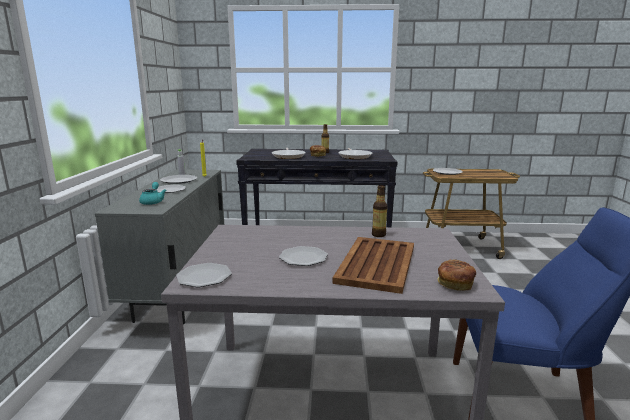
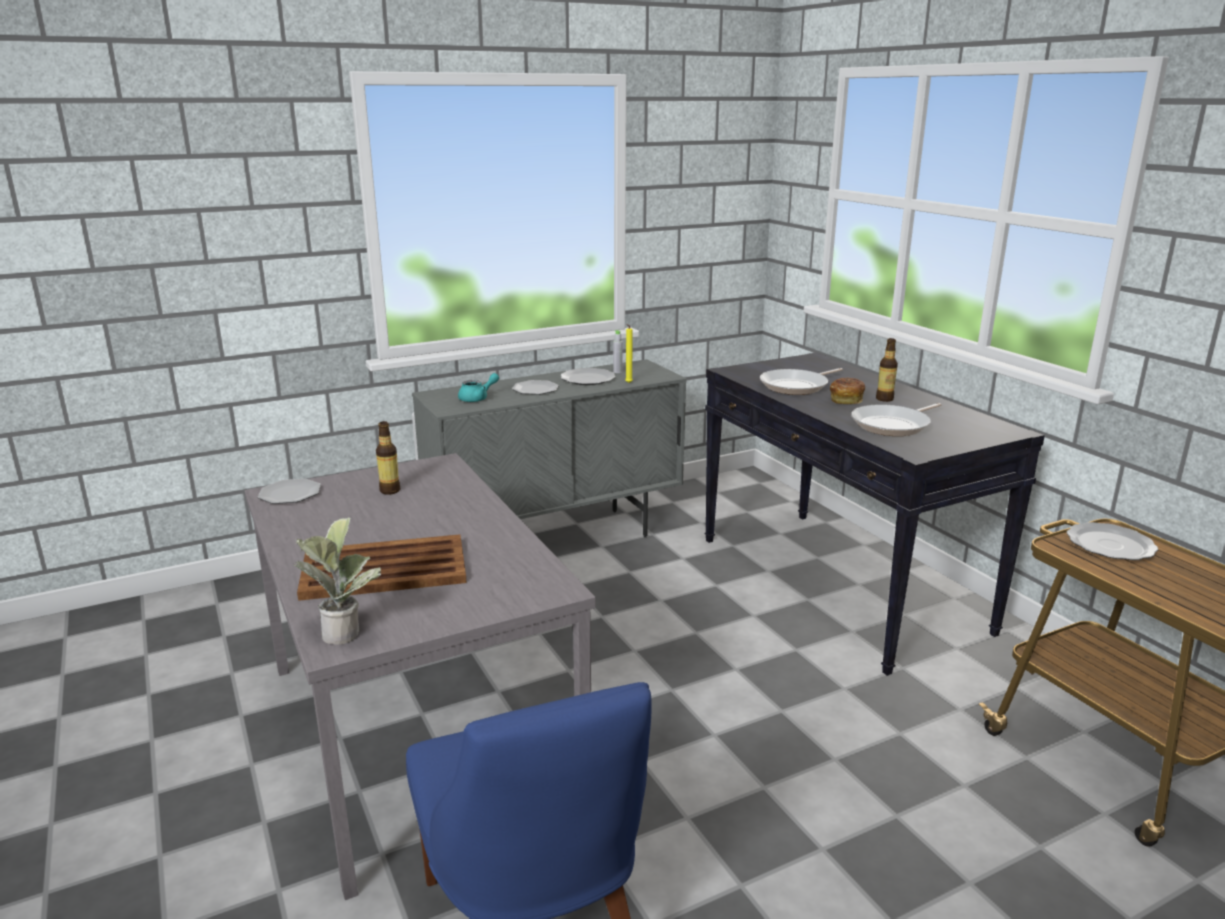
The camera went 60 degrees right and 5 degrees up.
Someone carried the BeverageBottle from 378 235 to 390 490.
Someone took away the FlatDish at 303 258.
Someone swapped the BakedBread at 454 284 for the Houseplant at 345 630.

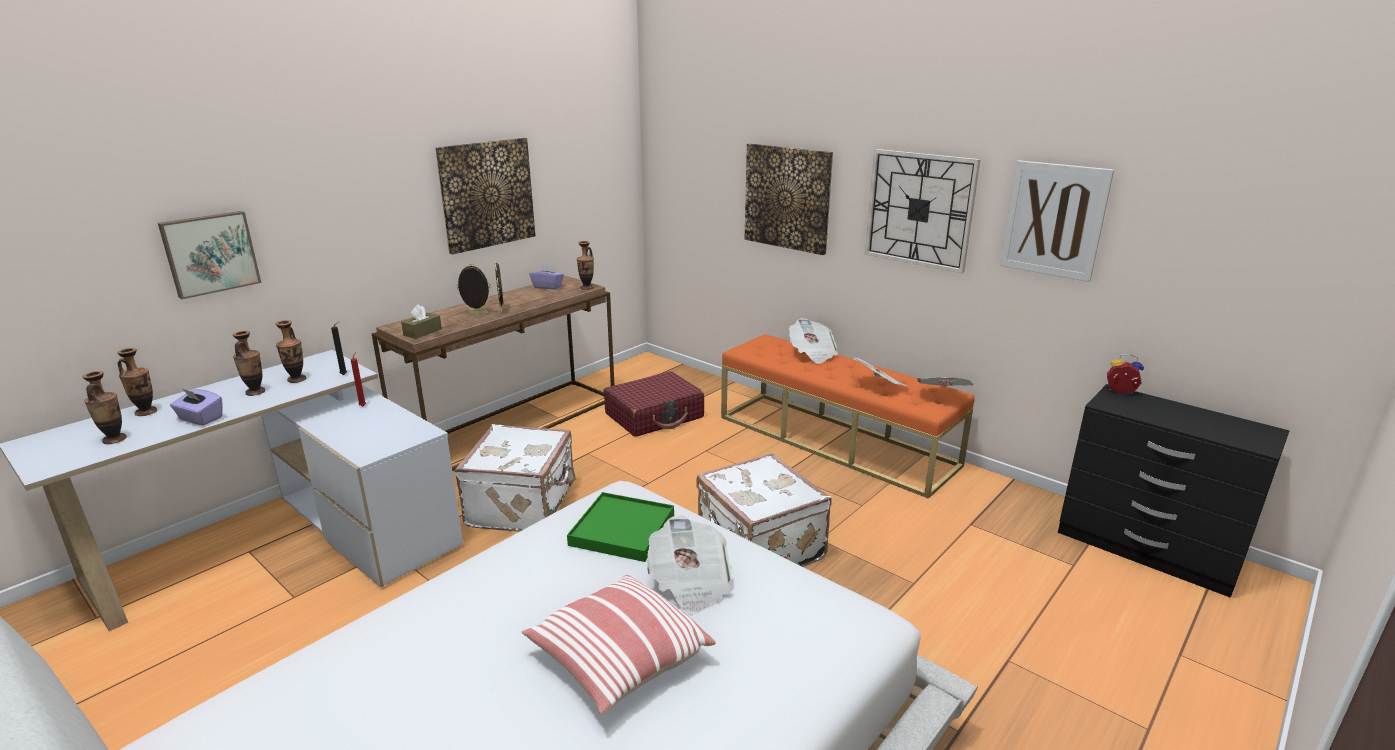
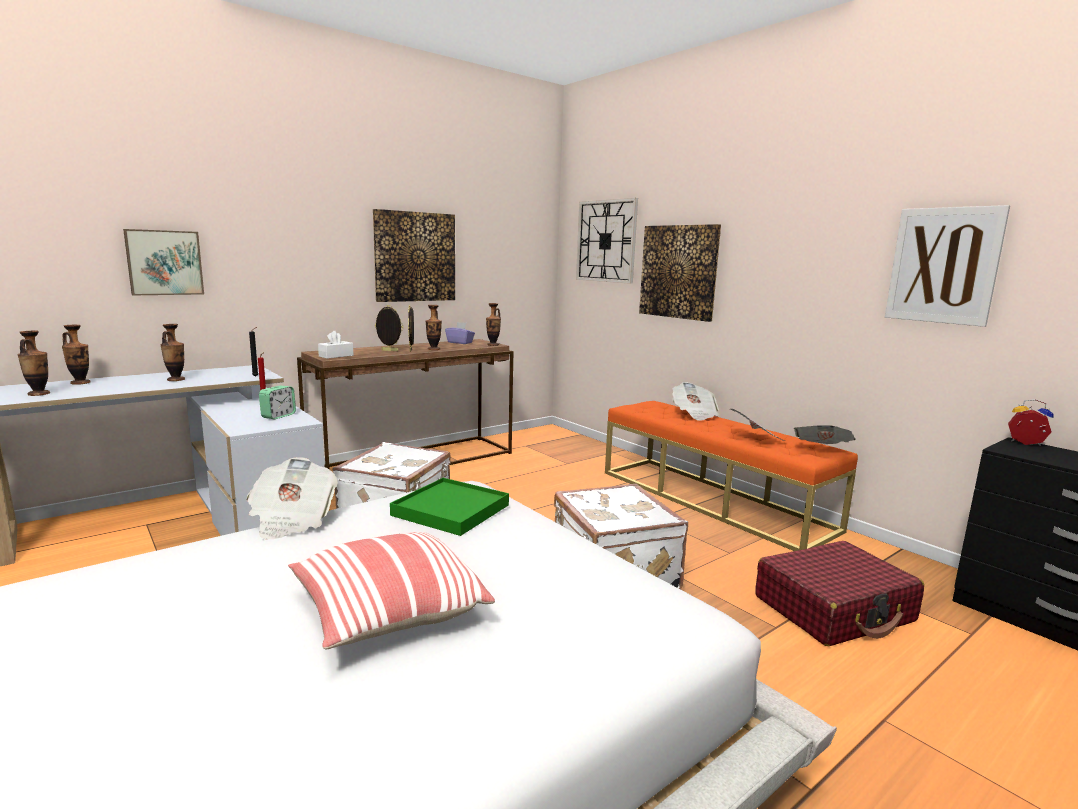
The camera went 10 degrees right and 10 degrees down.
Someone carried the WallClock from 919 209 to 606 241.
Someone repainted the BrownTissueBox at 422 332, which became the WhiteTissueBox at 336 356.
Someone carried the DecorativeVase from 297 379 to 434 349.
Someone carried the ReddishTravelCase from 654 416 to 834 609.
Someone took away the PurplishTissueBox at 200 419.
Someone carried the PrintedPaper from 689 584 to 292 520.
Someone put down the BedsideClock at 278 416.

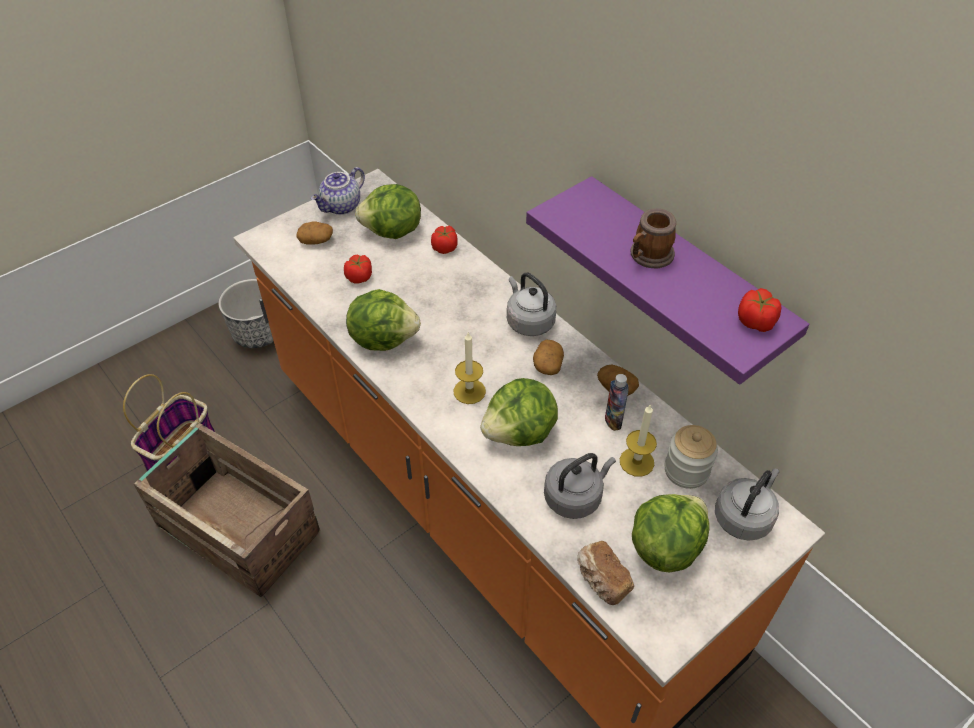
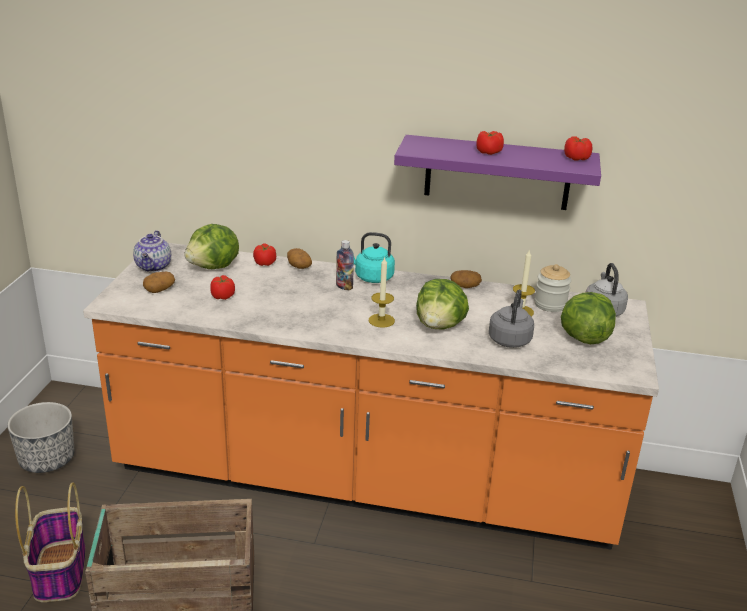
The camera went 40 degrees left and 20 degrees down.
Someone swapped the CoffeeMug at 648 256 for the FreshTomato at 489 152.
Someone repainted the GreyishWaterKettle at 528 321, which became the TurquoiseColouredWaterKettle at 372 277.
Someone took away the HeadOfLettuce at 383 338.
Someone carried the WholePotato from 547 364 to 298 266.
Someone carried the BeverageBottle from 613 421 to 344 286.
Someone took away the BakedBread at 601 580.

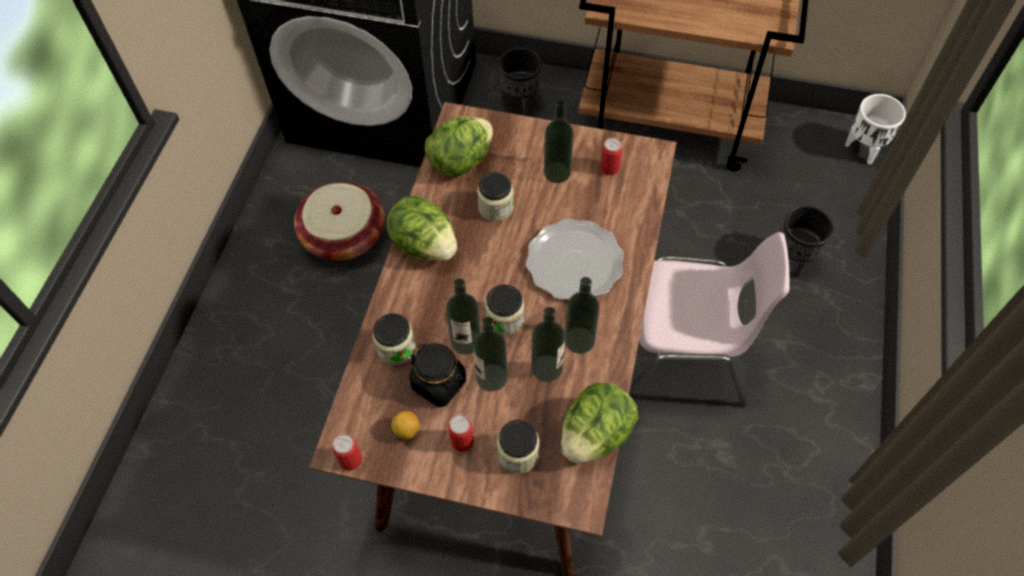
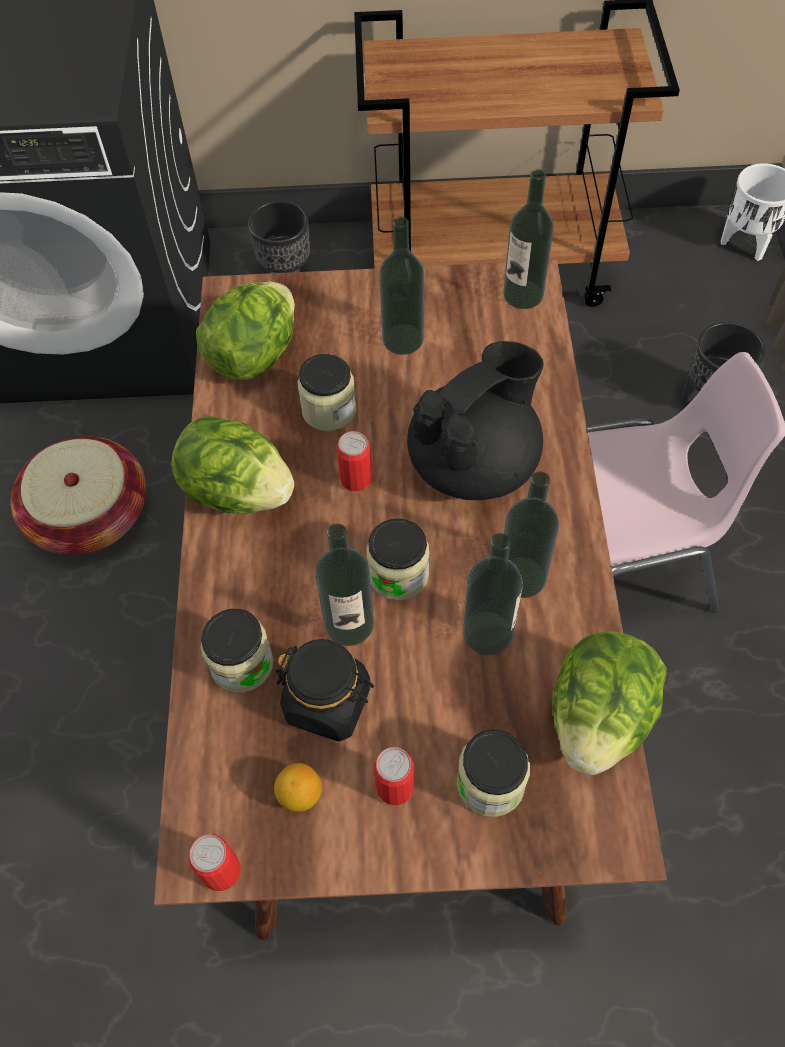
The camera went 15 degrees left and 0 degrees up.
Someone carried the Can from 609 168 to 356 478.
Someone swapped the FlatDish at 575 263 for the BlackTeaPot at 474 463.
Someone carried the BeverageBottle from 491 377 to 523 294.

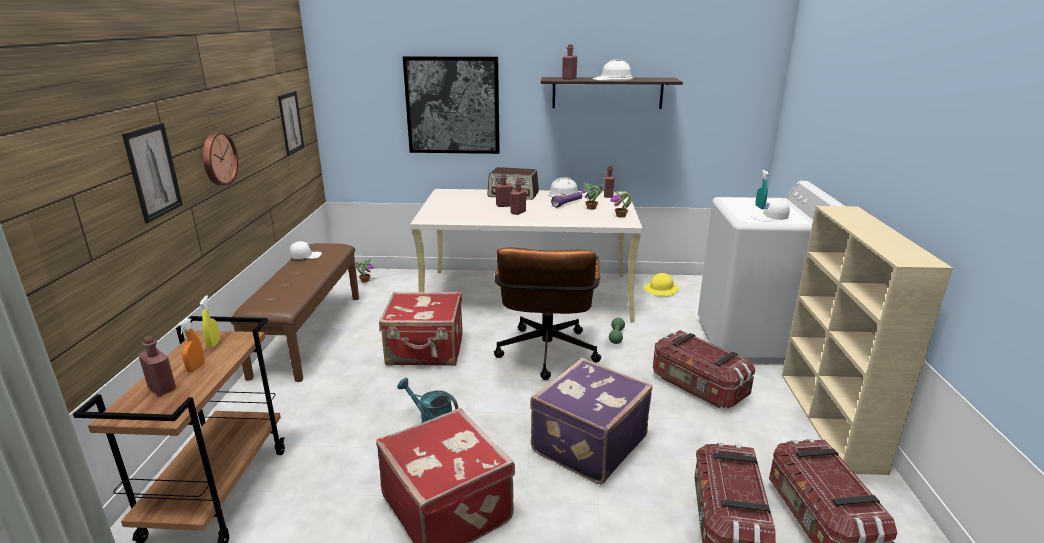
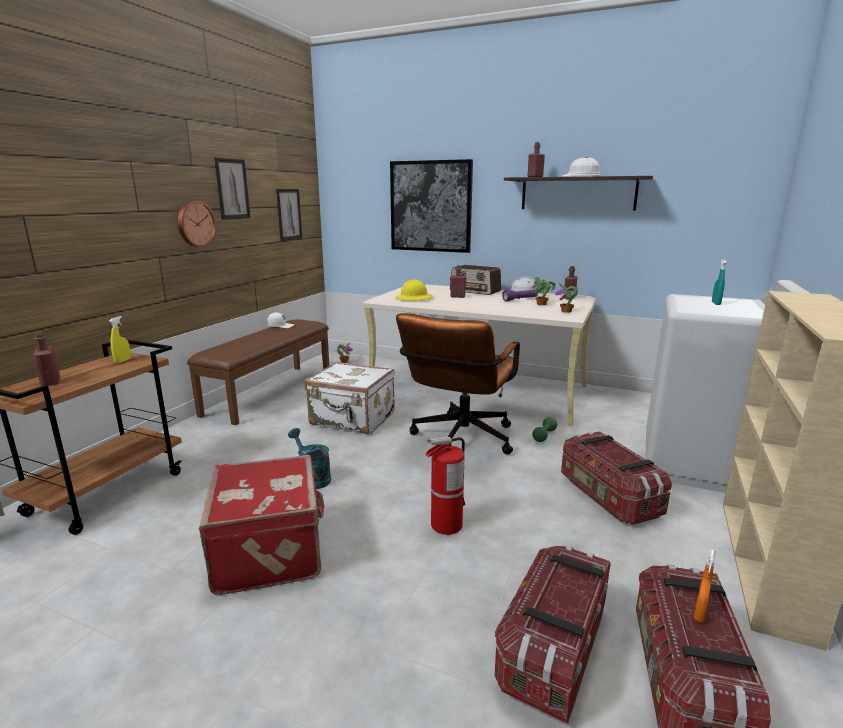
The camera went 20 degrees right and 5 degrees down.
Someone carried the Picture from 153 172 to 232 189.
Someone took away the ReddishBeverageBottle at 518 212.
Someone took away the WhiteCap at 770 218.
Someone carried the YellowColouredHardHat from 661 289 to 414 298.
Someone repainted the ReddishTravelCase at 425 351, which became the WhiteTravelCase at 352 419.
Someone carried the OrangeHandSprayer from 196 368 to 699 614.
Someone swapped the PurplishTravelCase at 587 444 for the FireFightingCylinder at 446 525.

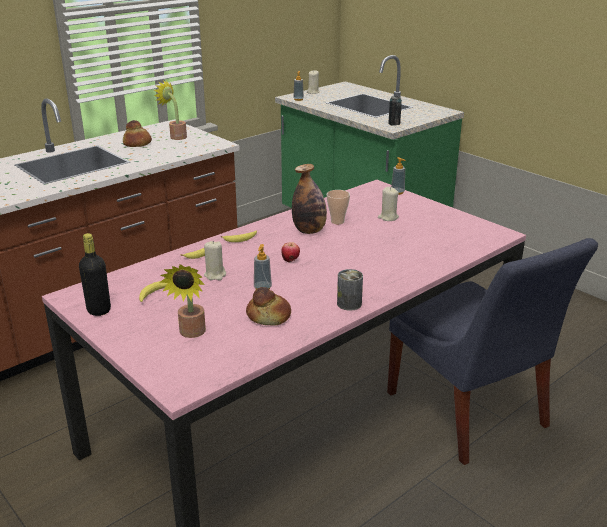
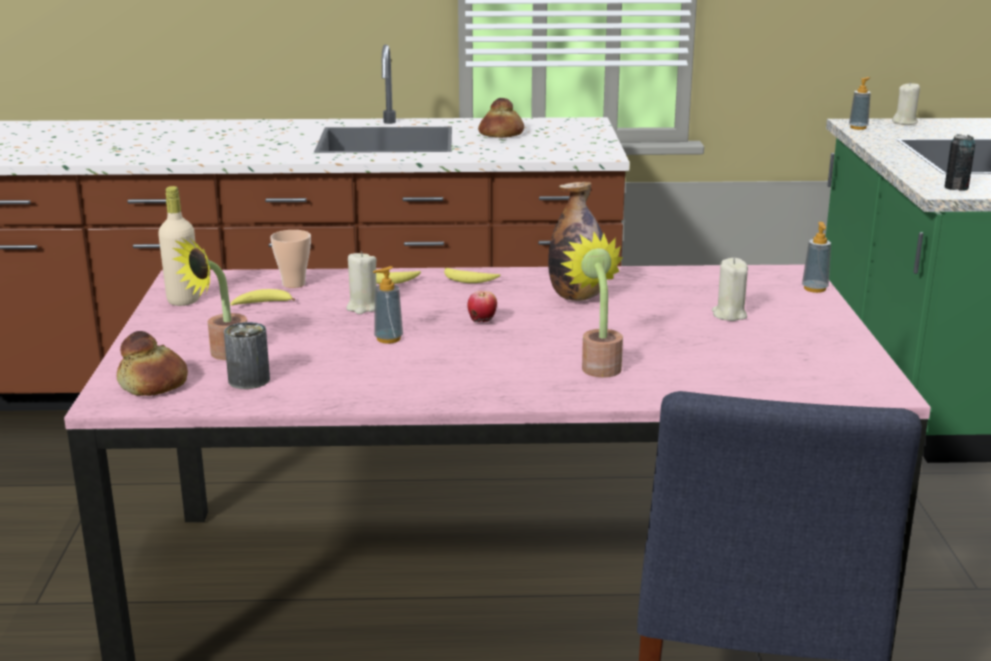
The camera went 40 degrees right and 5 degrees down.
Someone carried the Houseplant from 175 136 to 598 365.
Someone carried the SmallCup from 337 221 to 294 284.
Someone repainted the BlackBeverageBottle at 99 310, which became the BeigeBeverageBottle at 183 300.
Someone carried the Can from 349 304 to 249 380.
Someone carried the BakedBread from 269 316 to 154 383.

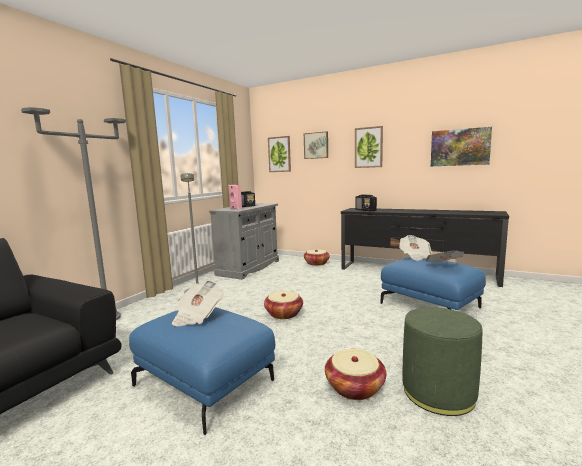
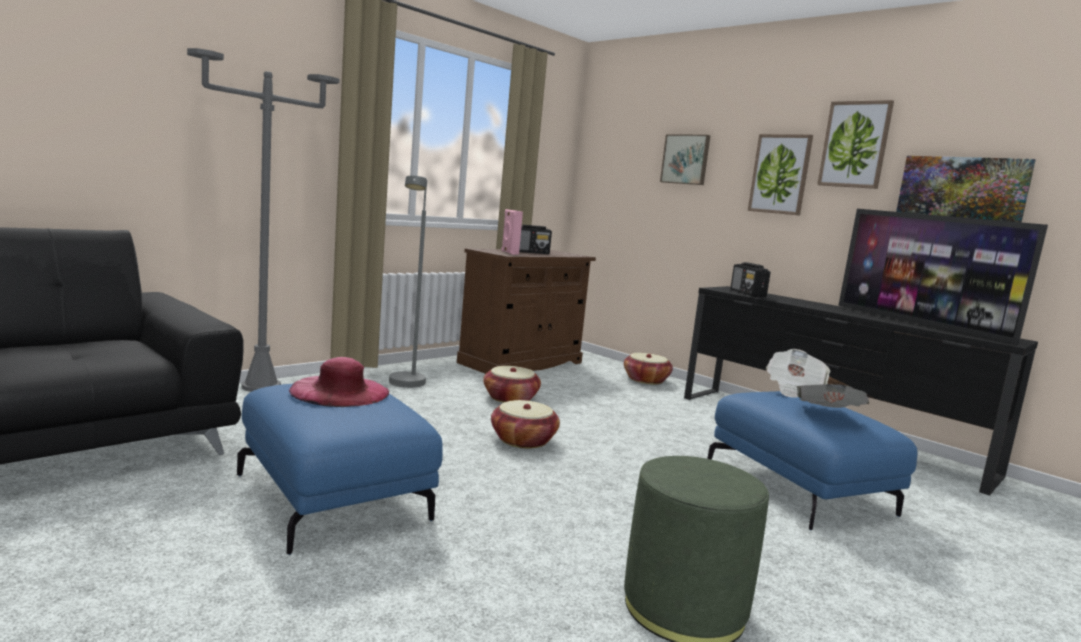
The camera went 15 degrees right and 0 degrees up.
Someone carried the Picture from 279 154 to 855 144.
Someone repainted the GreyishStorageCabinet at 249 268, which became the BrownStorageCabinet at 521 363.
Someone swapped the PrintedPaper at 197 316 for the PinkishClothingHat at 340 391.
Someone carried the Basket from 355 387 to 510 398.
Someone put down the Television at 920 324.

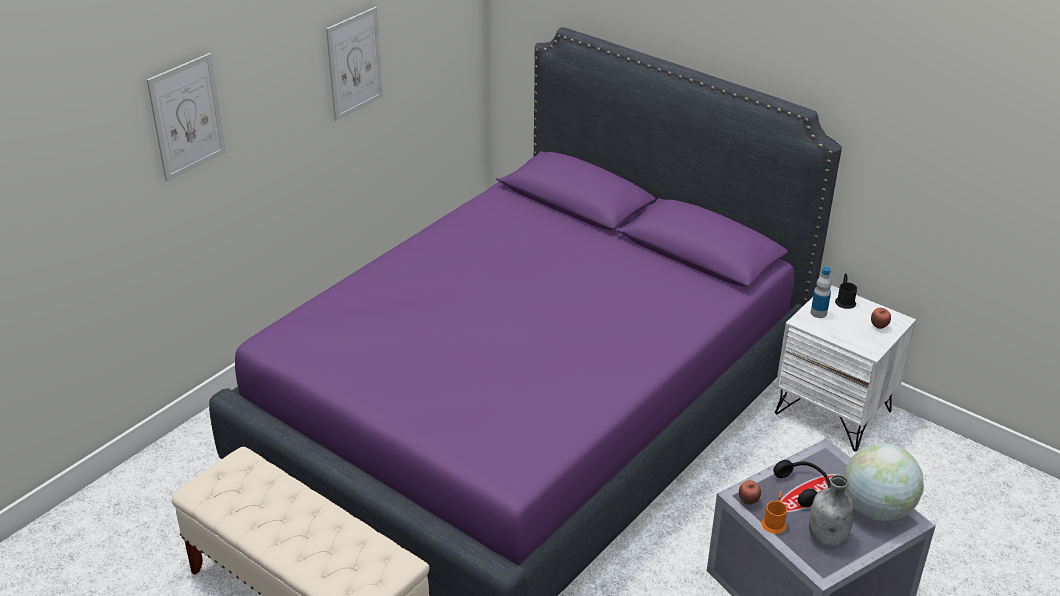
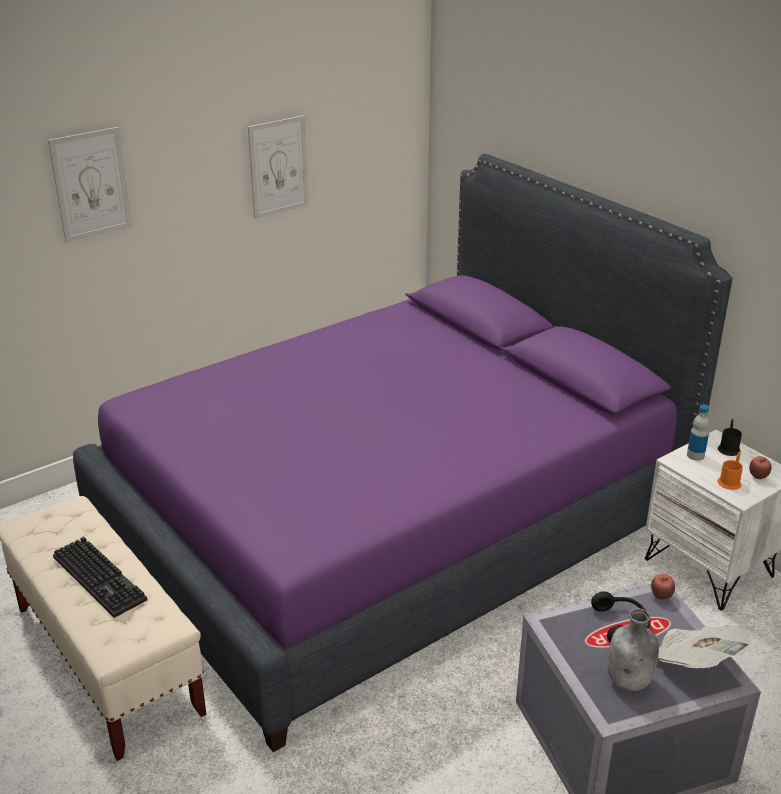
The camera went 15 degrees right and 5 degrees down.
Someone swapped the WorldGlobe at 876 509 for the PrintedPaper at 696 662.
Someone carried the Apple from 748 501 to 661 596.
Someone carried the OrangeCoffeeMug from 774 521 to 730 481.
Someone put down the ComputerKeyboard at 102 578.

